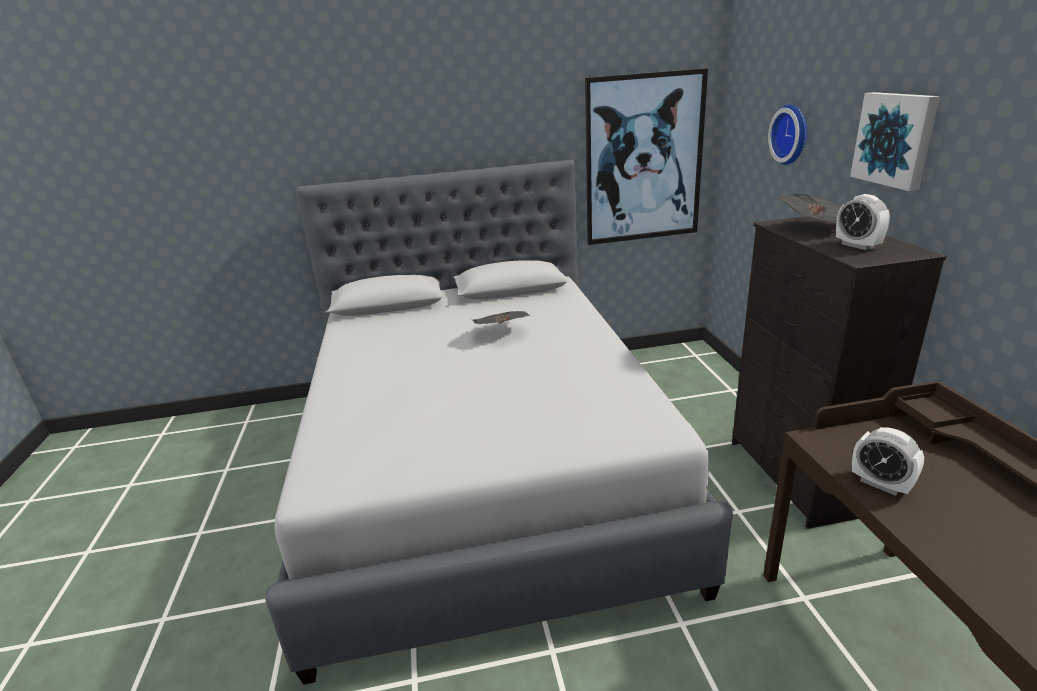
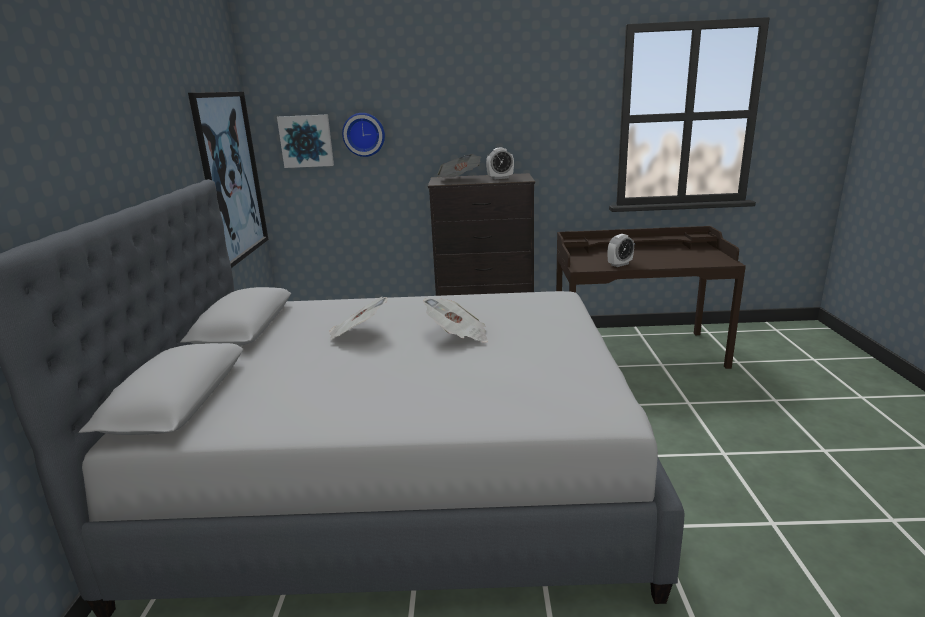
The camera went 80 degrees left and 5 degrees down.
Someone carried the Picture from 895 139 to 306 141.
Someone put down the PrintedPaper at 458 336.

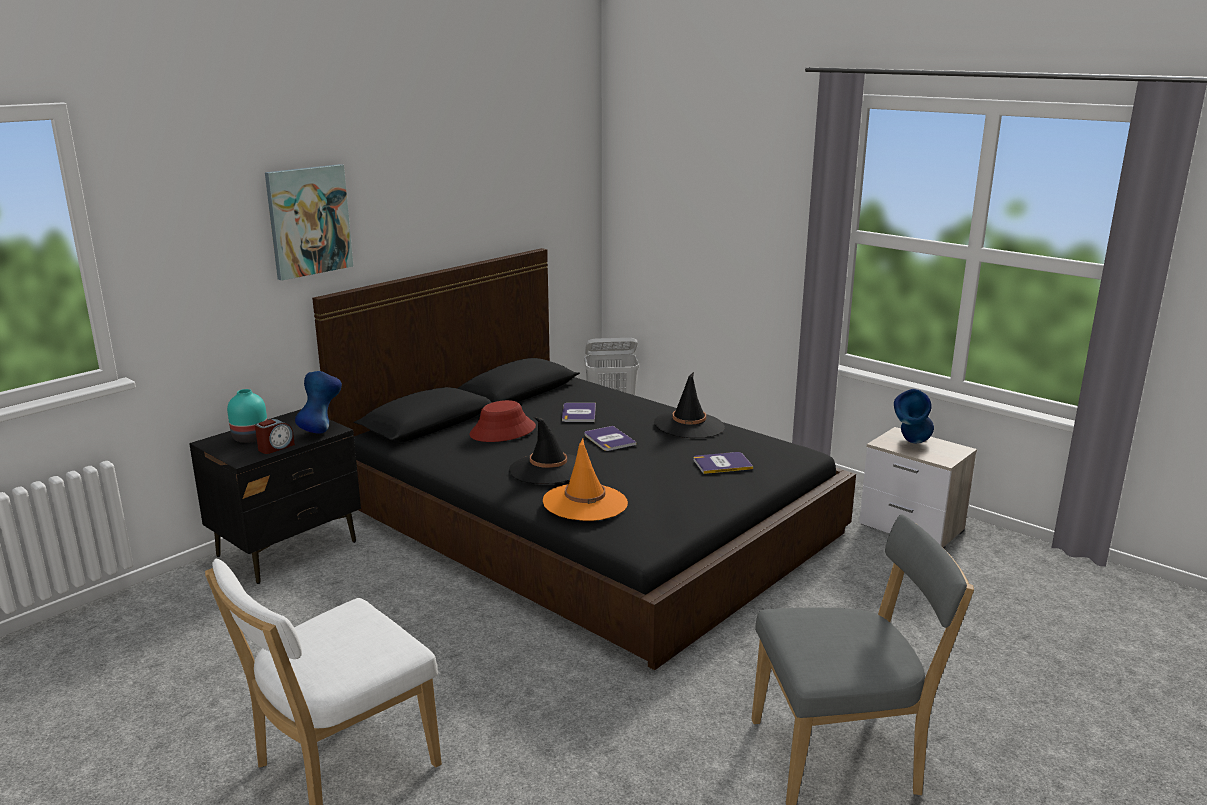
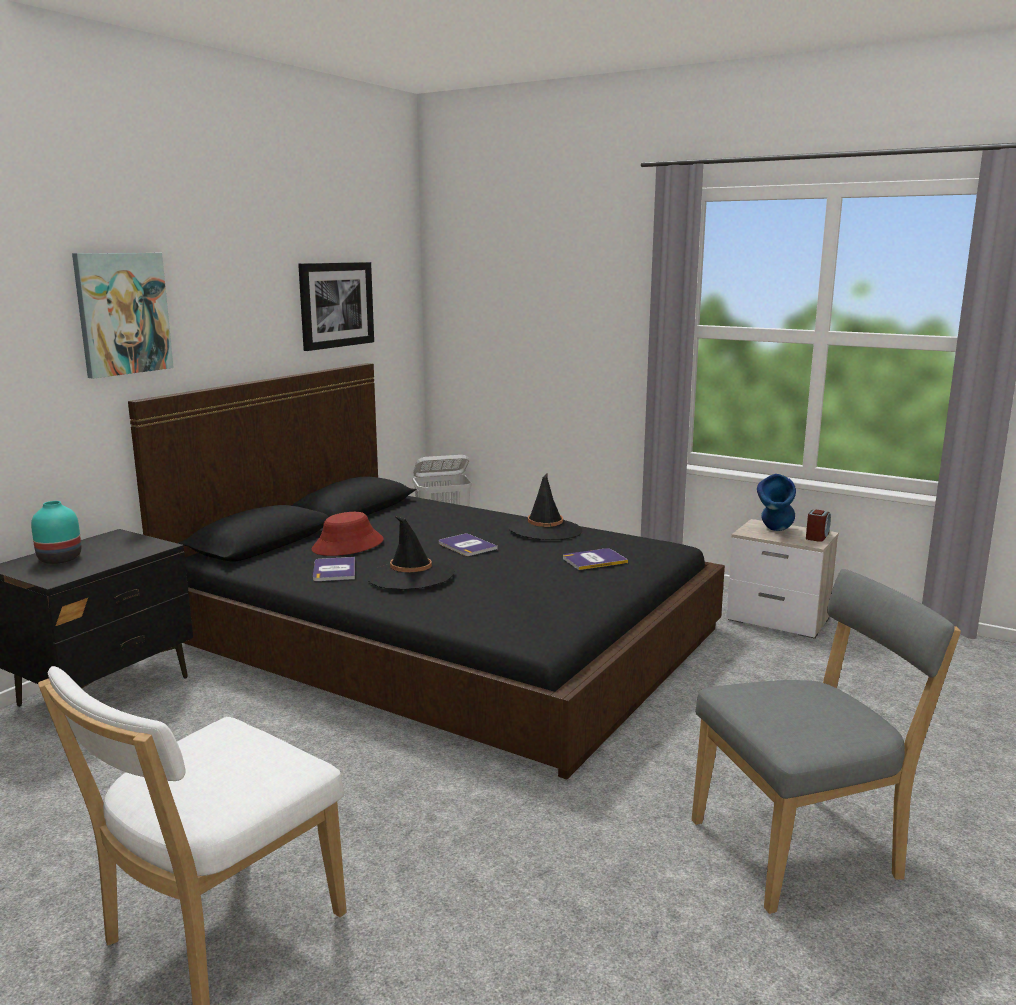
The camera went 10 degrees left and 5 degrees down.
Someone took away the BlueDecorativeVase at 321 430.
Someone carried the Volume from 579 413 to 334 570.
Someone carried the BedsideClock from 275 447 to 817 536.
Someone took away the OrangeClothingHat at 585 503.
Someone put up the Picture at 336 305.

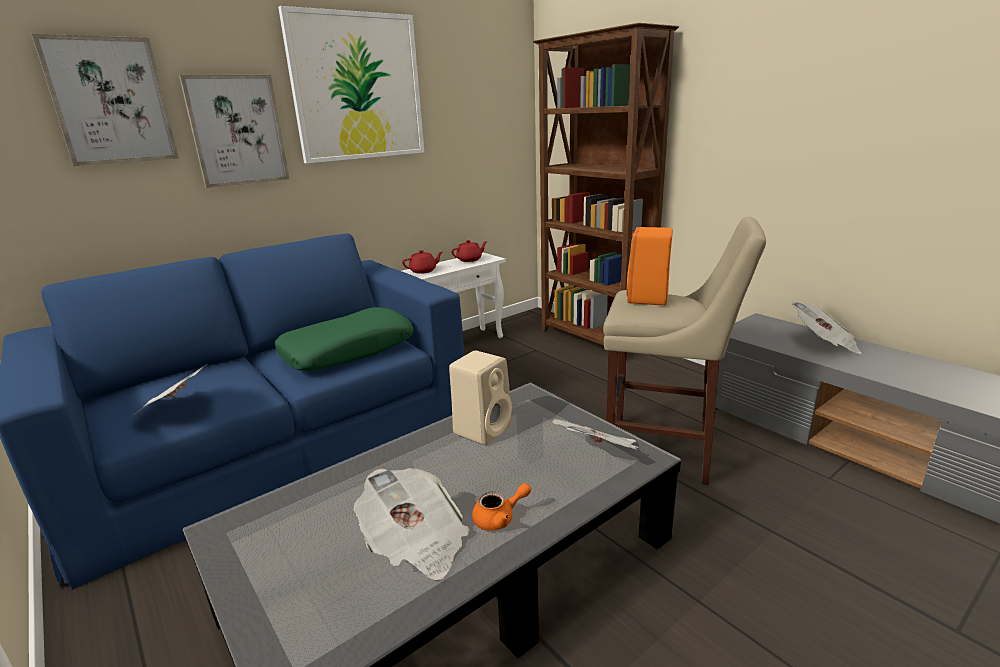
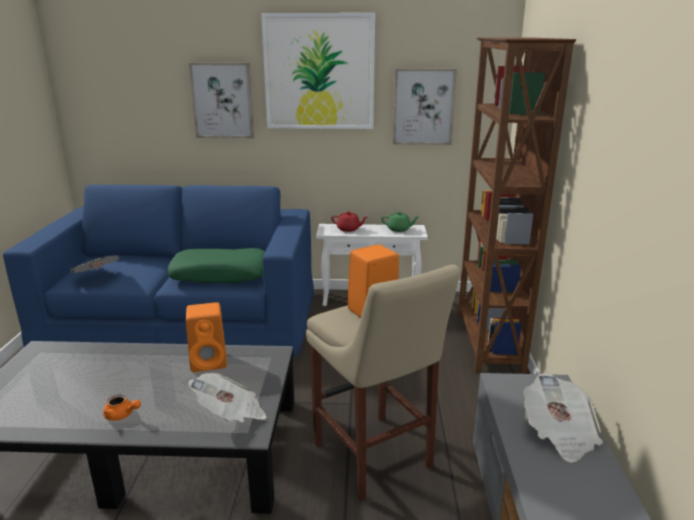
The camera went 40 degrees right and 0 degrees up.
Someone carried the Picture from 110 101 to 423 107.
Someone repainted the ReddishTeaPot at 470 260, which became the GreenColouredTeaPot at 399 229.
Someone repainted the BeigeLoudspeaker at 483 428, which became the OrangeLoudspeaker at 210 361.
Someone took away the PrintedPaper at 416 543.

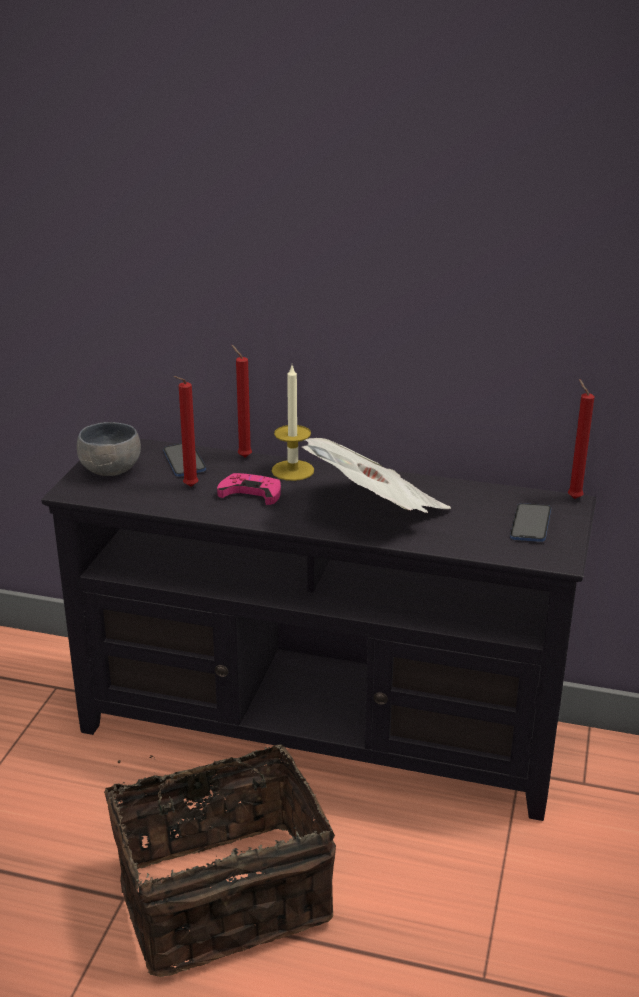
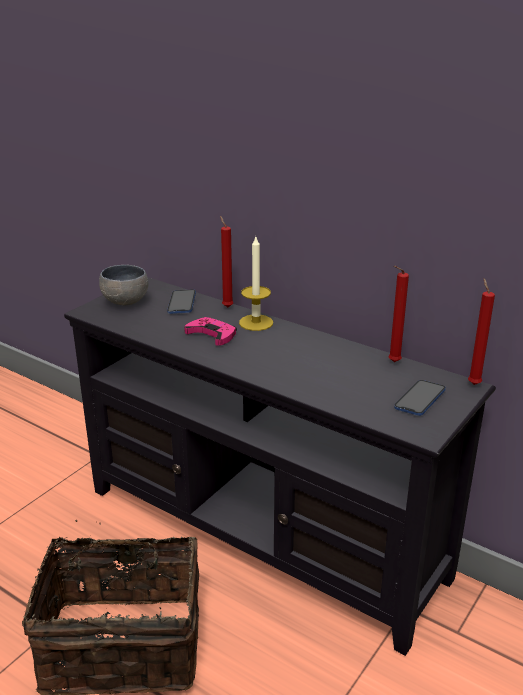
The camera went 20 degrees right and 0 degrees up.
Someone carried the ReddishWaxLight from 188 487 to 392 362.
Someone took away the PrintedPaper at 376 511.

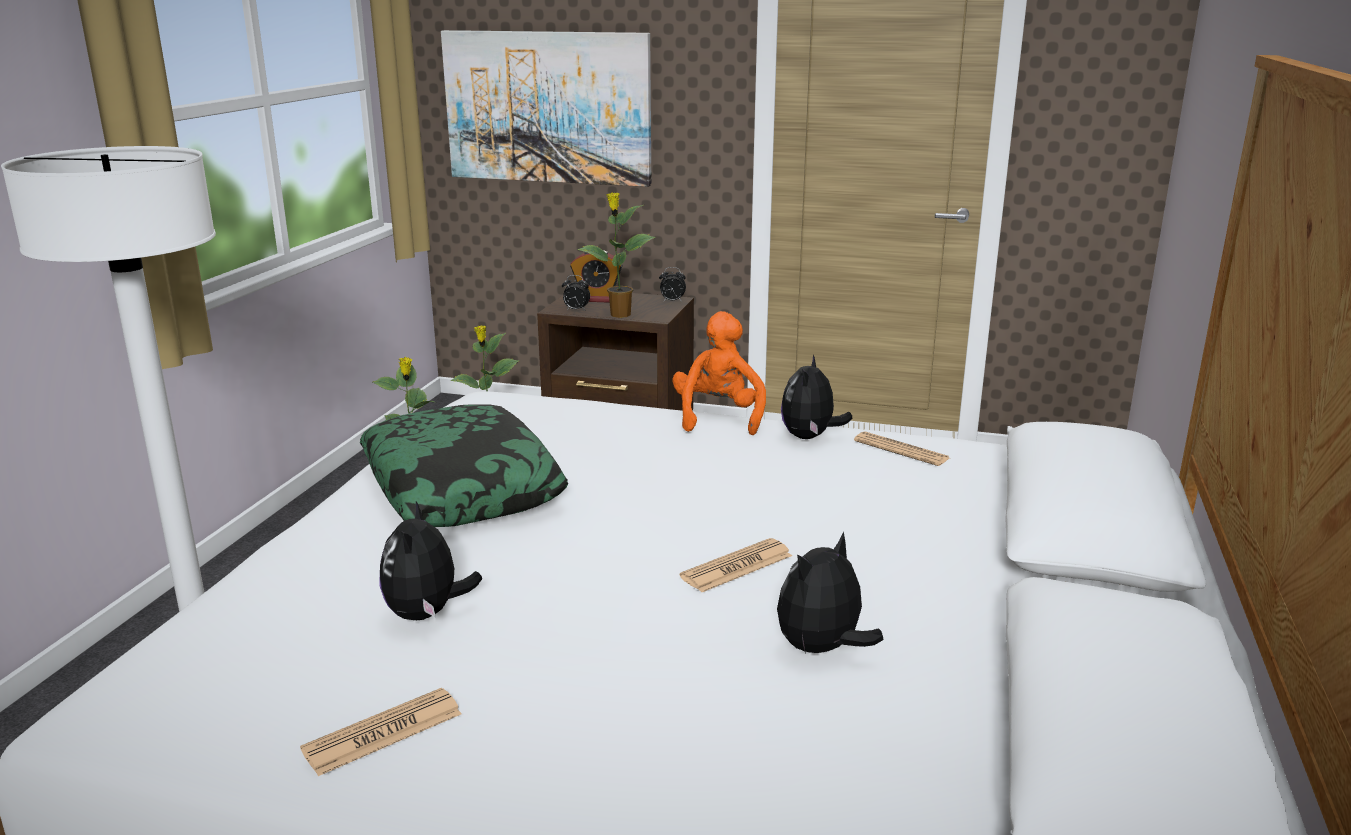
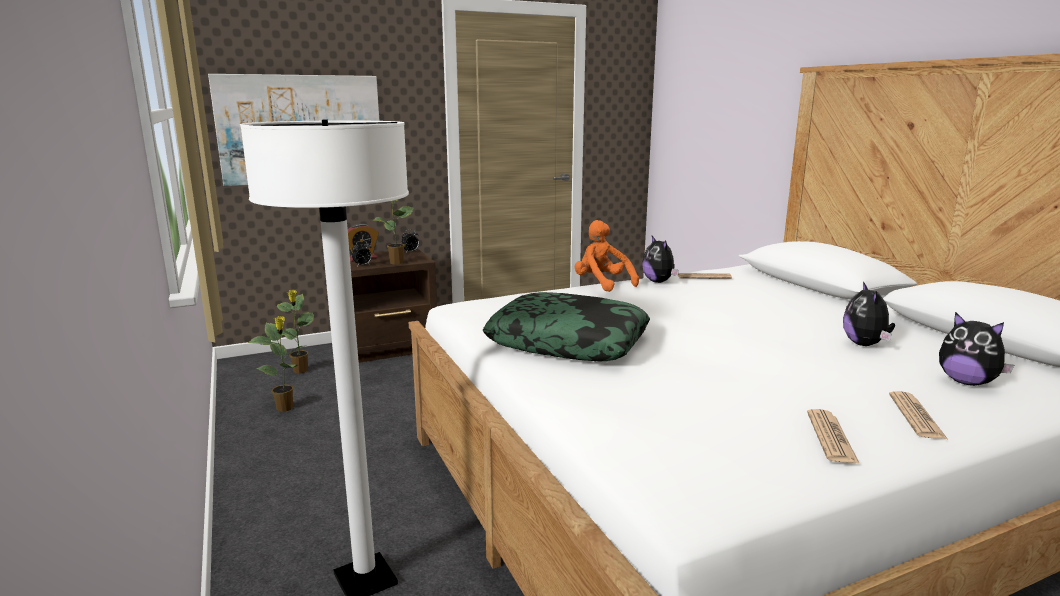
The camera went 40 degrees left and 5 degrees down.
Someone carried the SoftToy from 427 614 to 967 382.
Someone carried the PrintedPaper from 737 567 to 916 416.

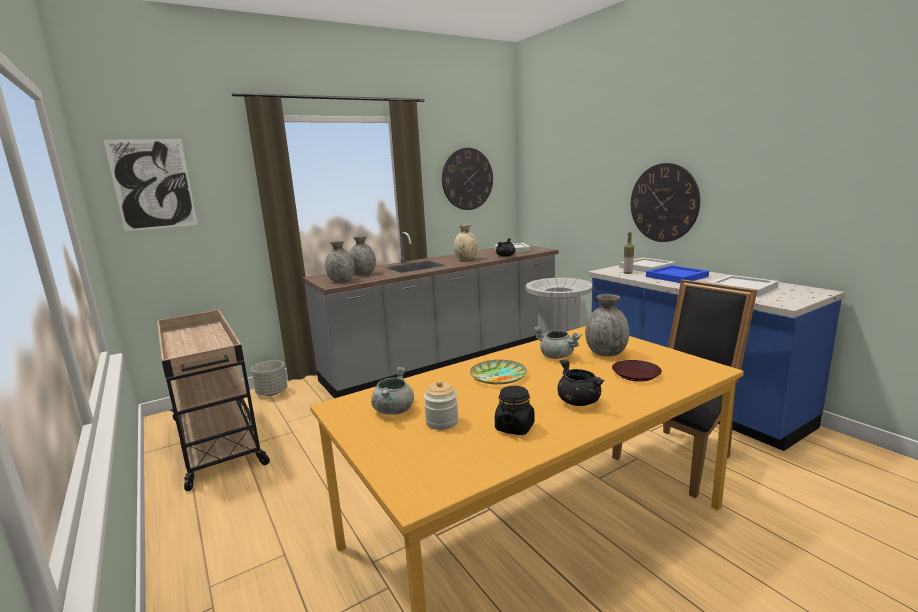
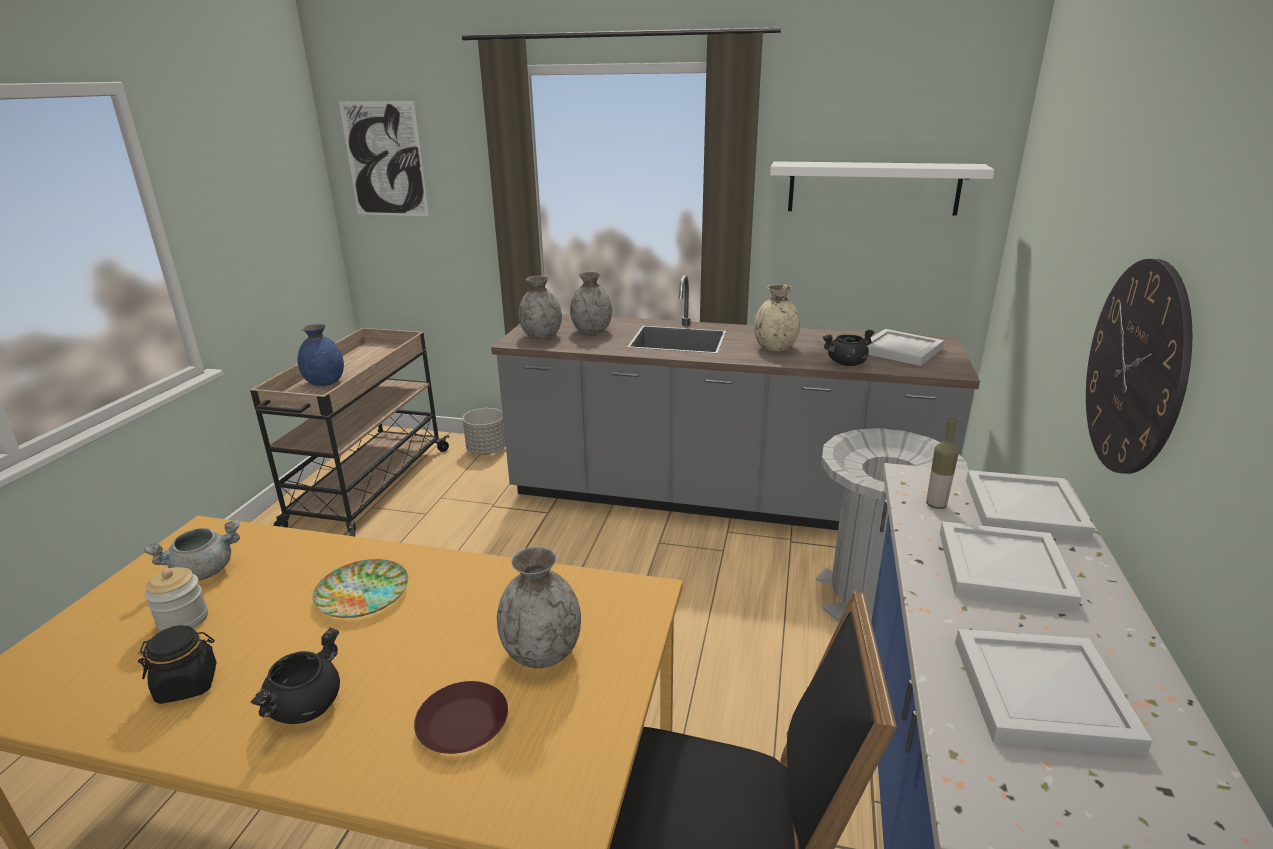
The camera went 45 degrees right and 10 degrees up.
Someone swapped the WallClock at 467 179 for the WhiteShelf at 873 188.
Someone repainted the BlueTray at 676 277, which became the WhiteTray at 1001 569.
Someone took away the GreyishCookingPot at 557 356.
Someone put down the BlueDecorativeVase at 325 382.

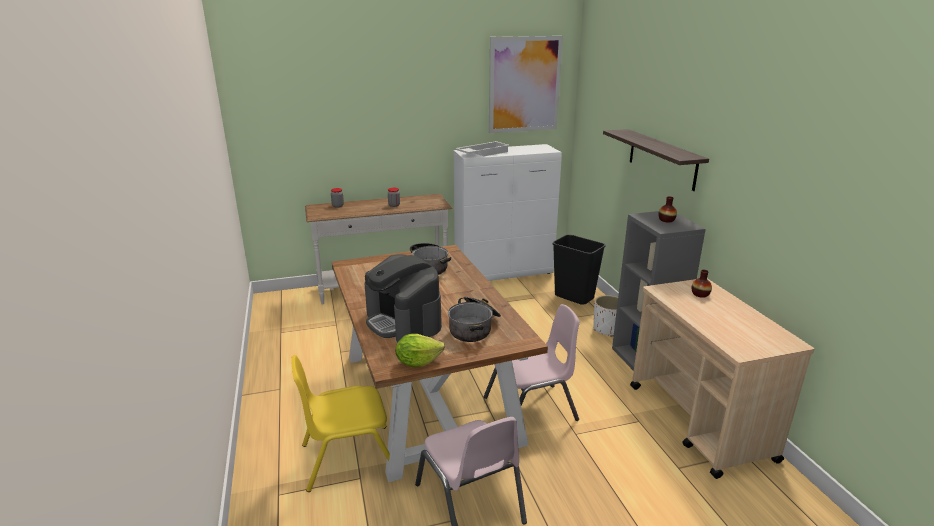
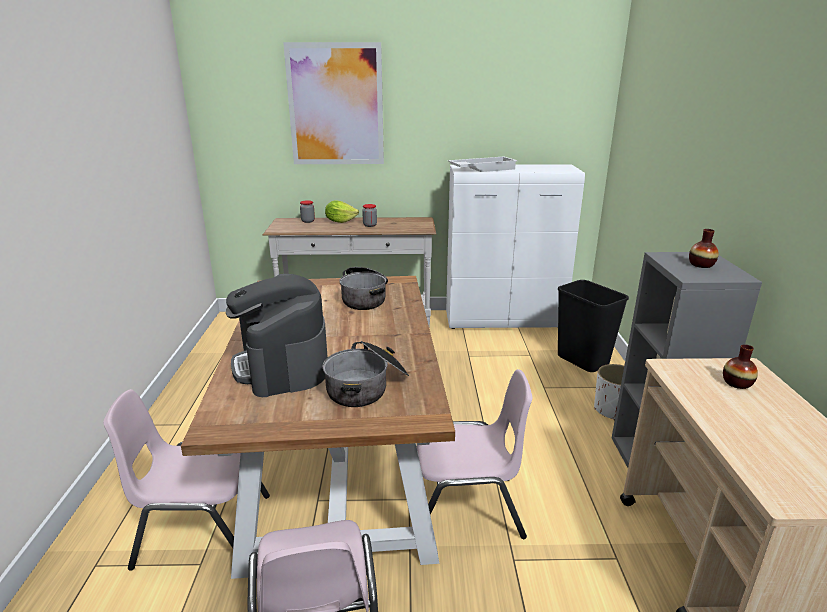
The camera went 15 degrees right and 0 degrees up.
Someone carried the Picture from 524 84 to 336 105.
Someone took away the Shelf at 662 158.
Someone carried the HeadOfLettuce from 417 362 to 340 221.
Someone repainted the YellowColouredPlainChair at 348 457, which became the PinkishPlainChair at 203 531.

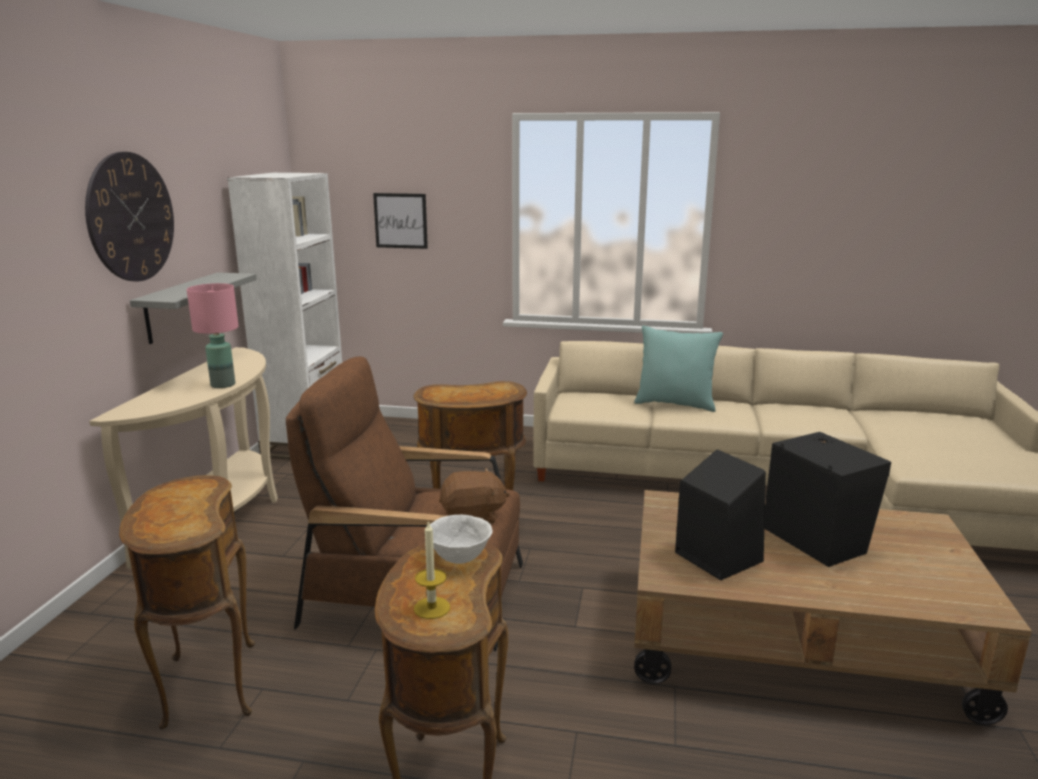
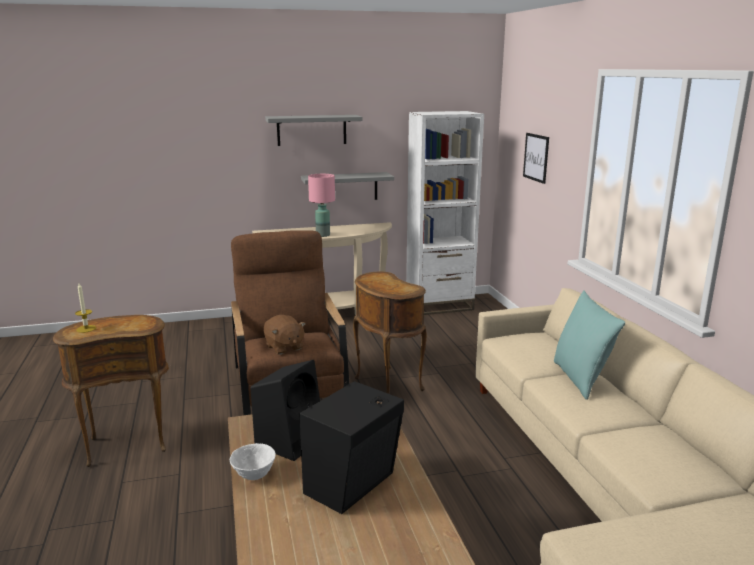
The camera went 65 degrees right and 0 degrees up.
Someone swapped the WallClock at 131 217 for the GreyishShelf at 311 130.
Someone took away the BrownSideTable at 205 686.
Someone carried the WhiteDeepDish from 460 558 to 253 475.

